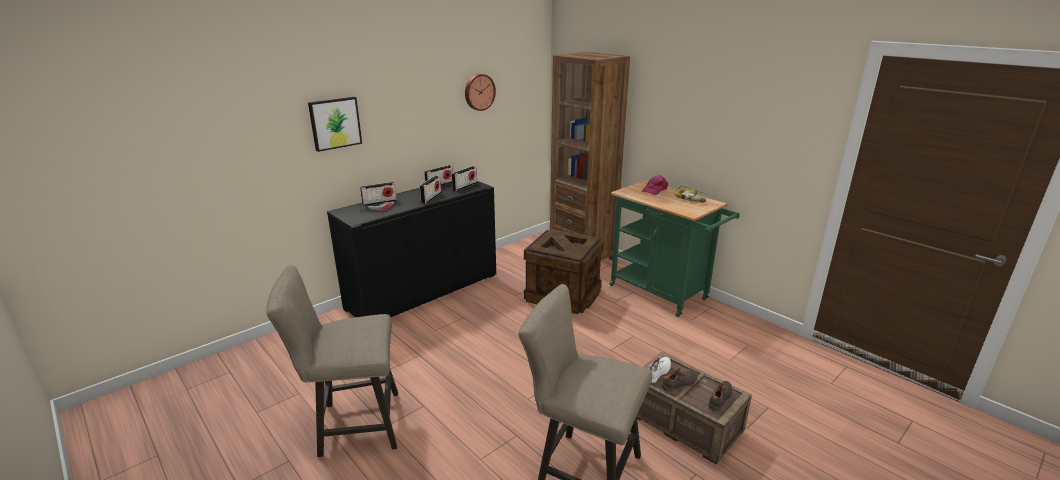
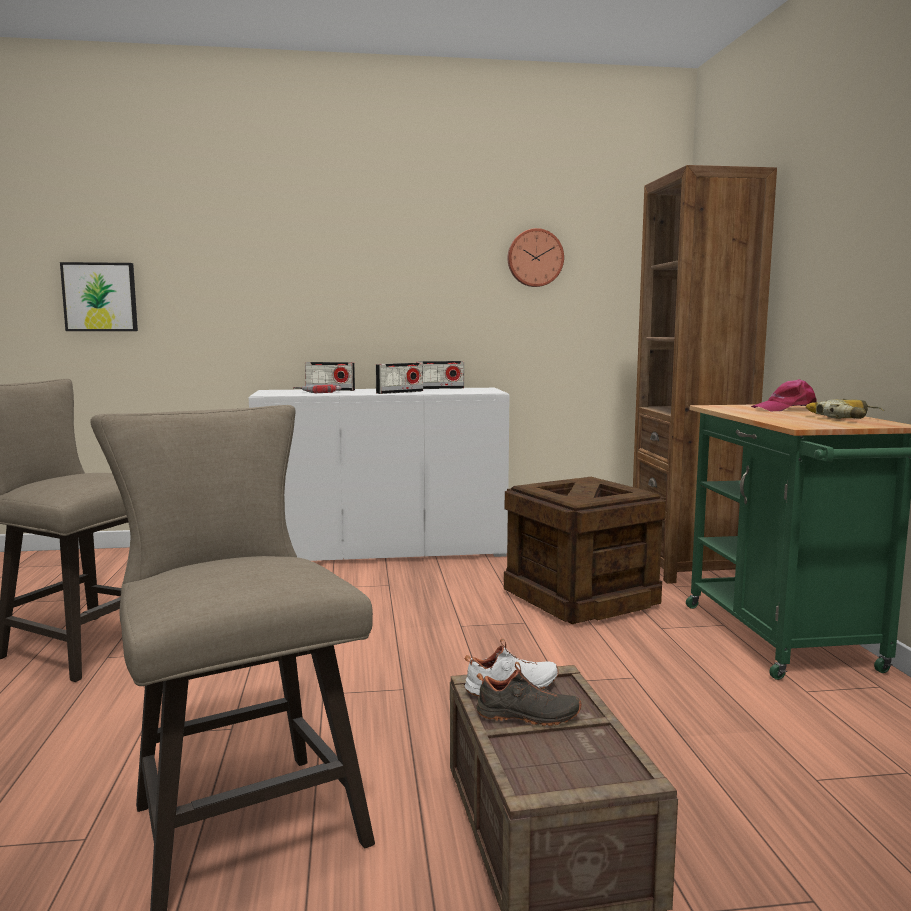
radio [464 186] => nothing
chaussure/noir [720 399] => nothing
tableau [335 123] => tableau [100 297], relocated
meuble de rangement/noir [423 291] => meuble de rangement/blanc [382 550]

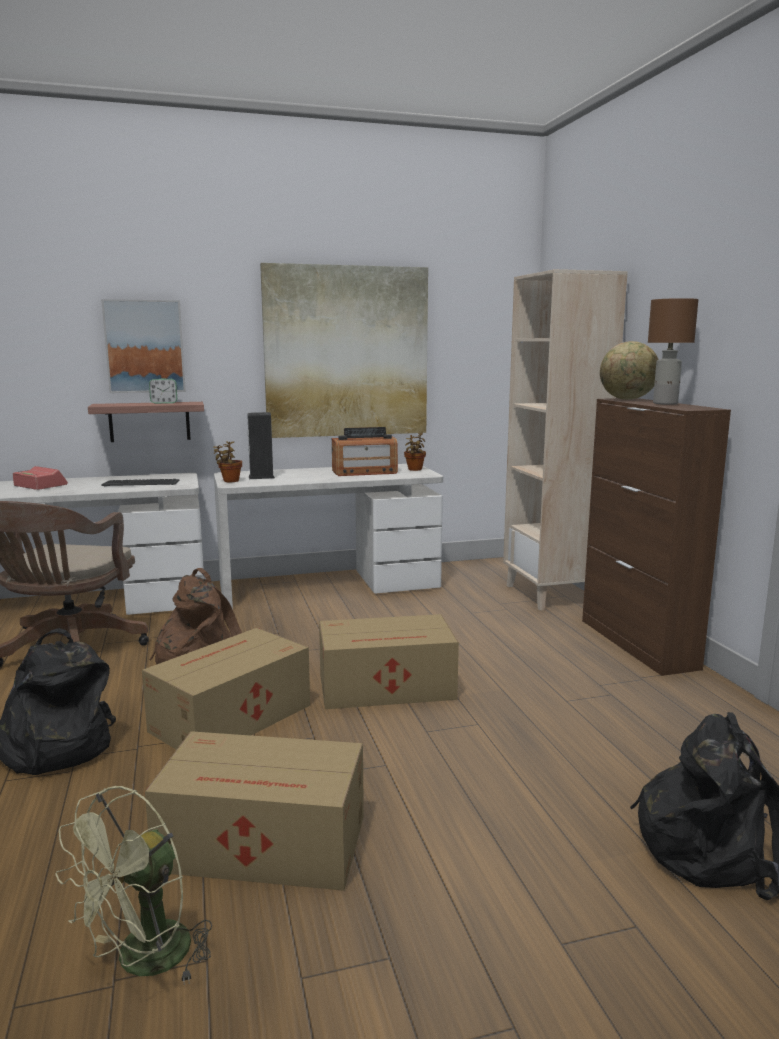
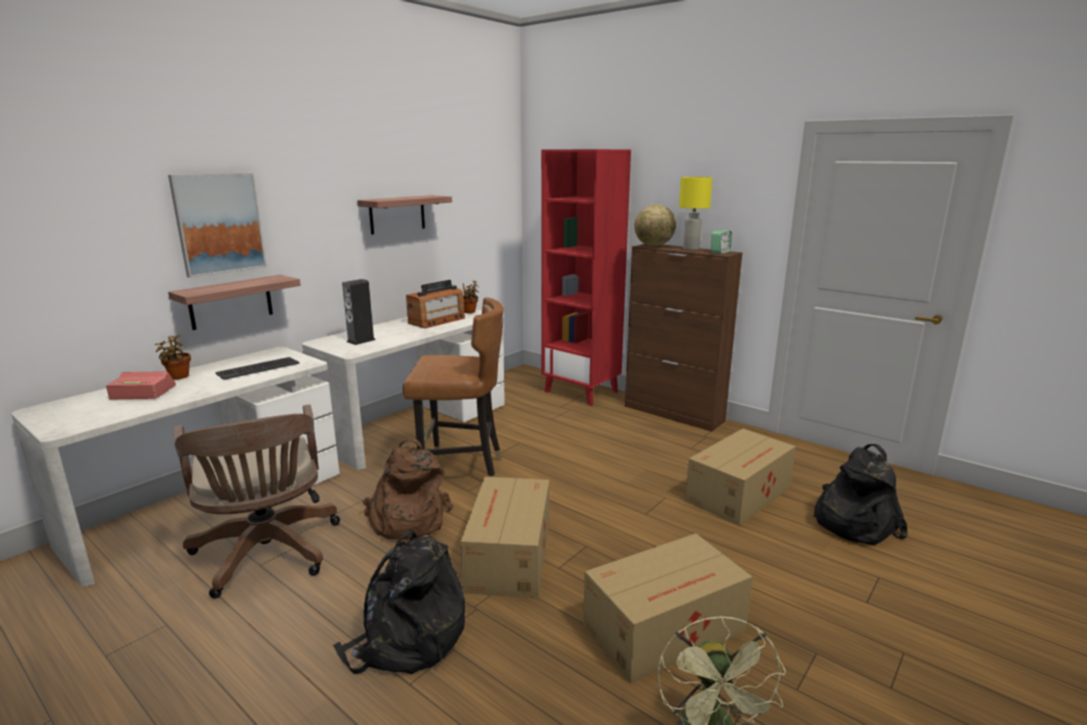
nothing => chaise/marron [460 473]
réveil [164 403] => réveil [720 252], relocated
plante en pot [229 481] => plante en pot [178 377], relocated
carton [388 687] => carton [740 494], relocated
tableau [346 352] => étagère [397 214]
bibliothèque/beige [552 594] => bibliothèque/rouge [582 391]
lampe de table/marron [666 403] => lampe de table/jaune [691 249]

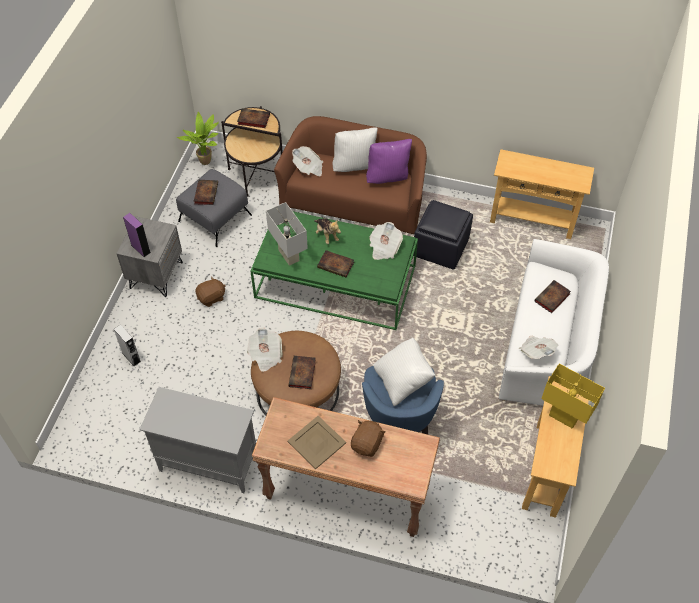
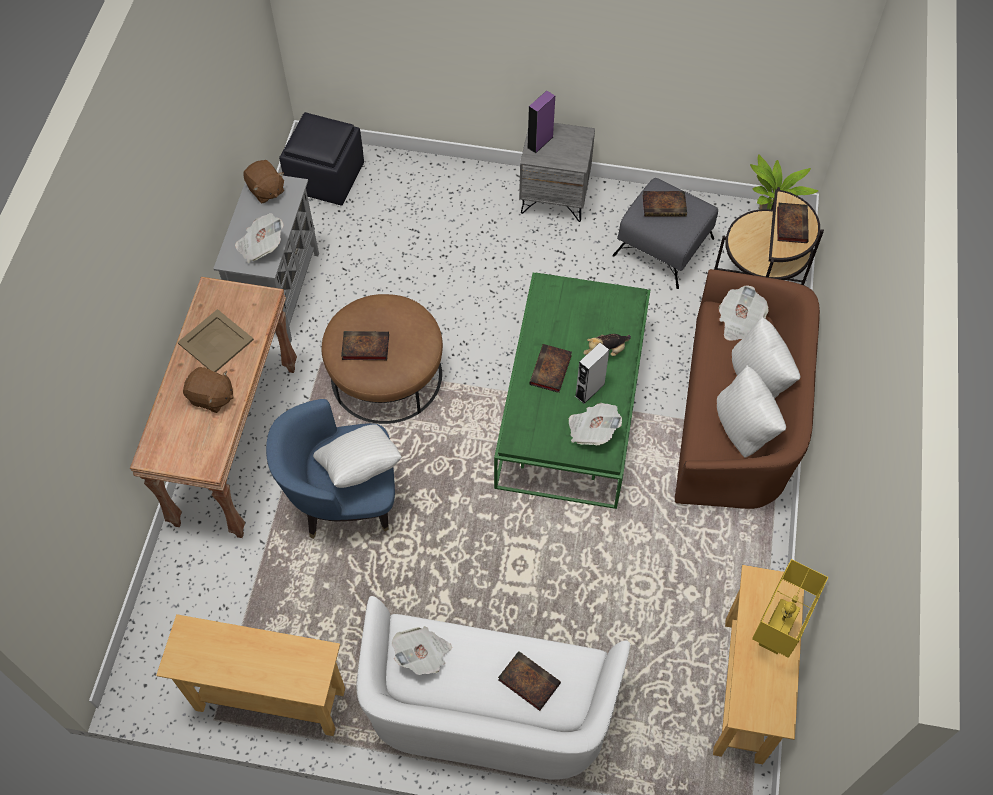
lampe de table/blanc [288 255] => nothing
enceinte/gris [131 357] => enceinte/gris [589 390], relocated
peluche/marron [211 298] => peluche/marron [266 190], relocated
journal [265 355] => journal [261 246], relocated
pouf/noir [440 248] => pouf/noir [325 177], relocated
lampe de table/jaune [563 417] => lampe de table/jaune [775 633], relocated
coussin/violet [388 177] => coussin/blanc [743 430]

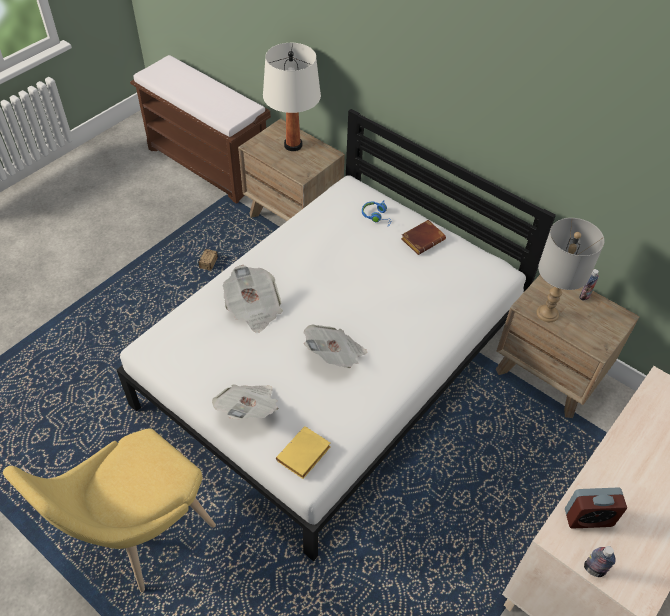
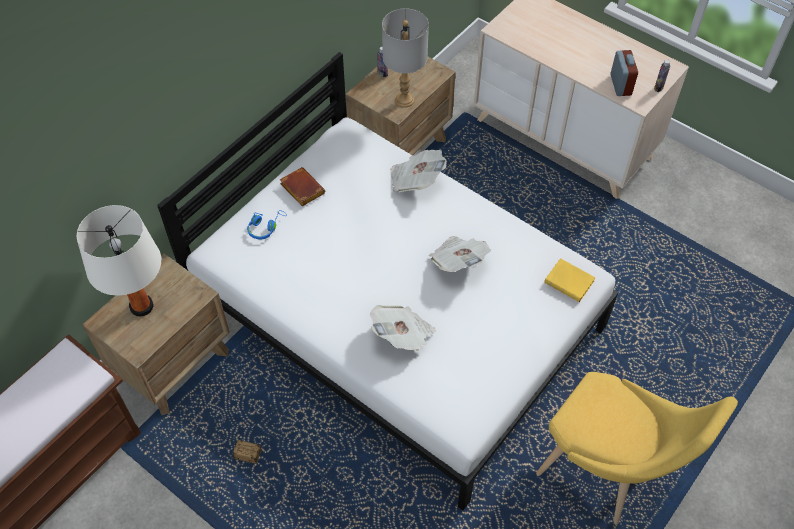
journal [249 409] => journal [415 180], relocated

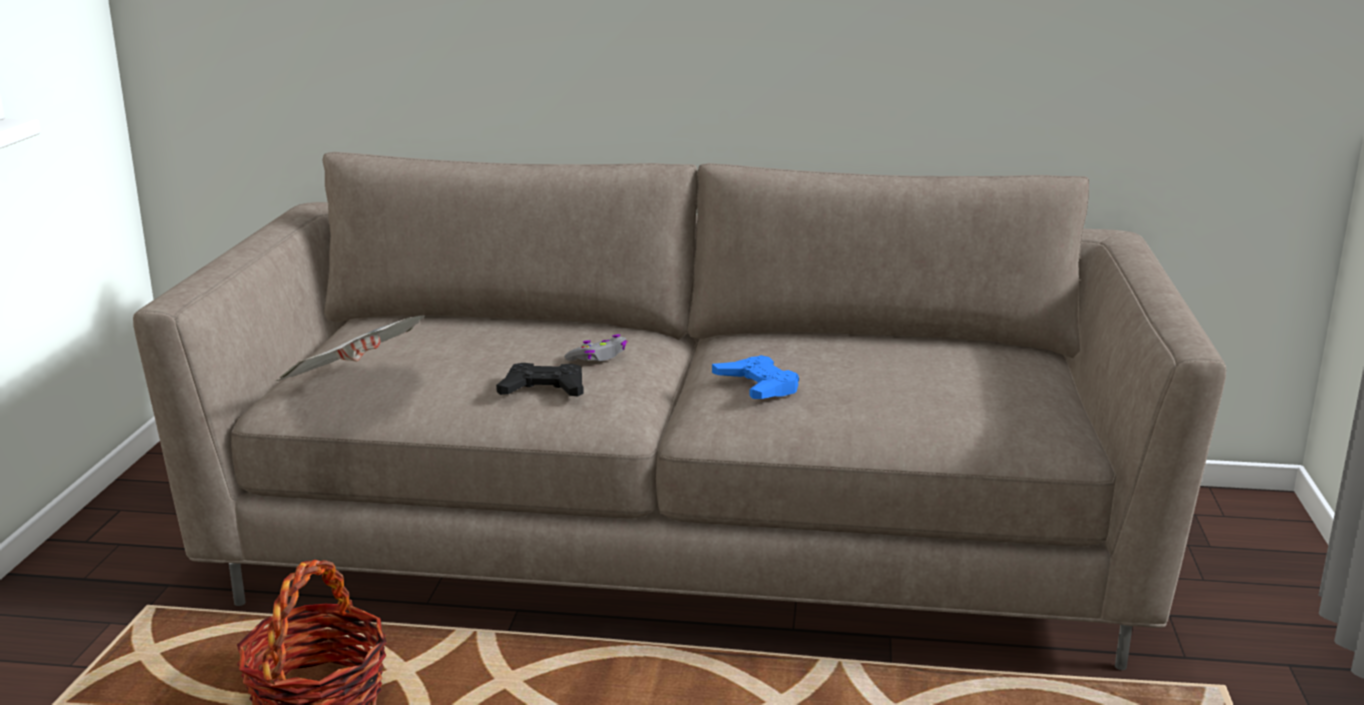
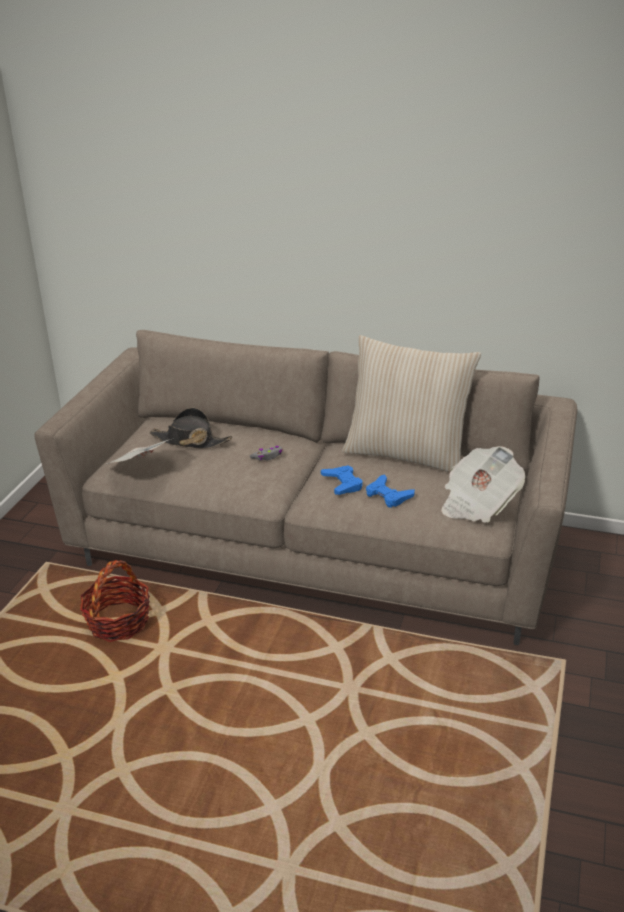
manette/noir [543 390] => nothing
nothing => chapeau/noir [190 441]
nothing => coussin/beige [407 454]
nothing => manette/bleu [388 495]
nothing => journal [478 503]

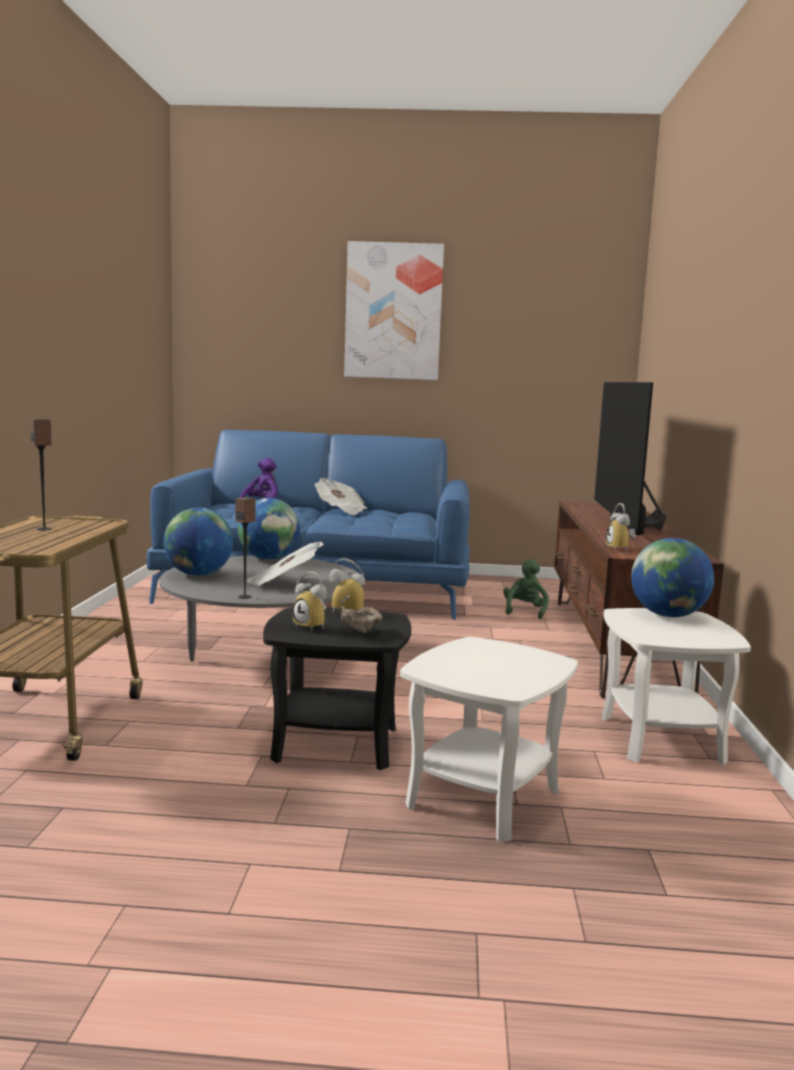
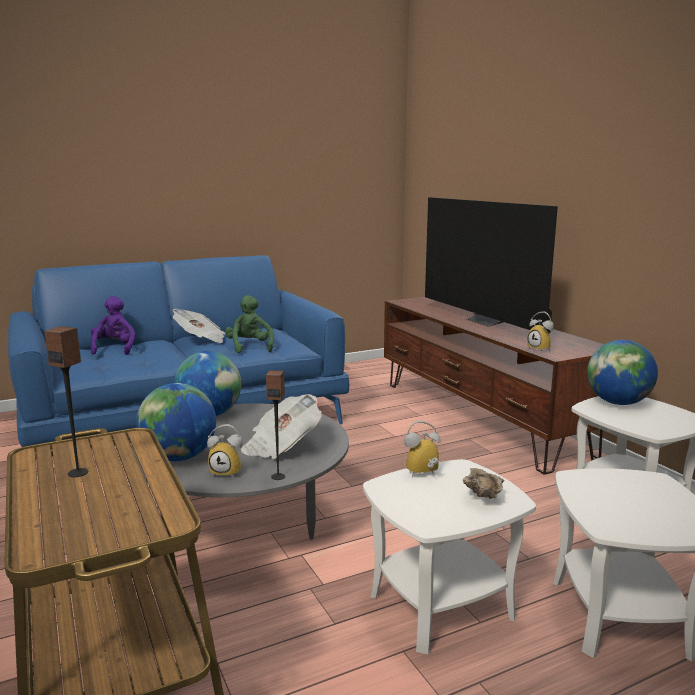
tableau [393 311] => nothing
réveil [313 626] => réveil [228 472], relocated
peluche/vert [525 611] => peluche/vert [250 347], relocated
table d'appoint/noir [335 744] => table d'appoint/blanc [441 606]

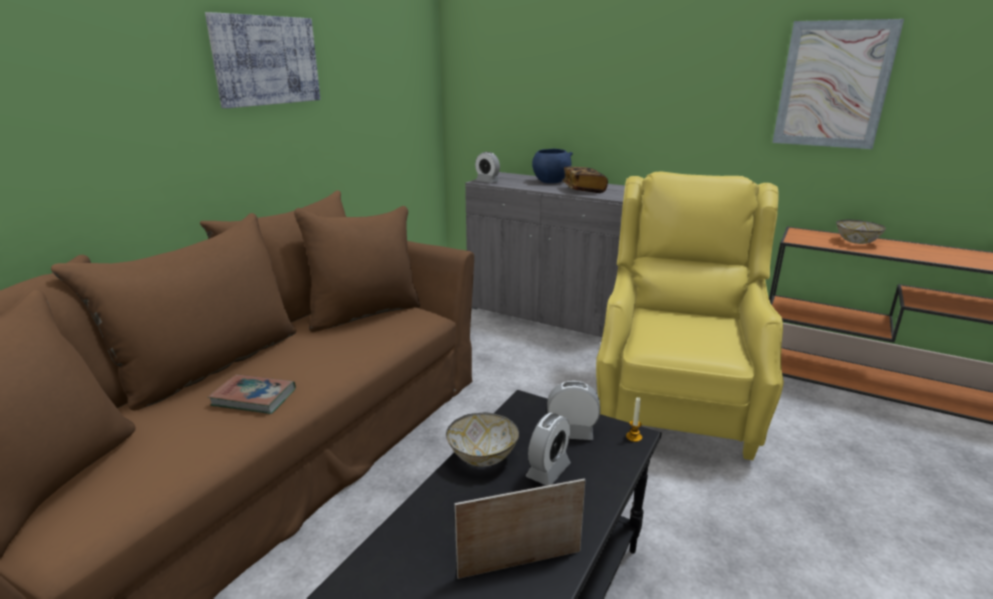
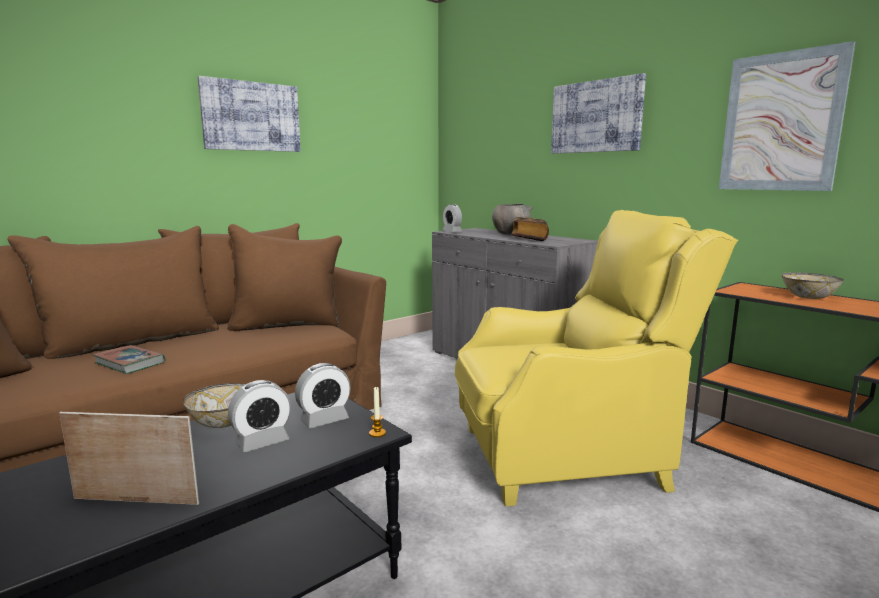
nothing => tableau [596 116]
bol/bleu [551 181] => bol/gris [510 233]
réveil [571 432] => réveil [324 420], 120 degrees clockwise
fauteuil/jaune [674 402] => fauteuil/jaune [566 456], 45 degrees clockwise

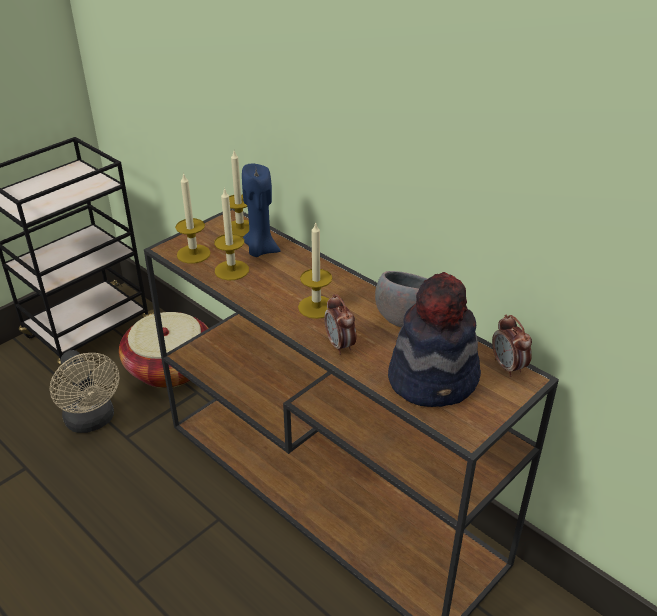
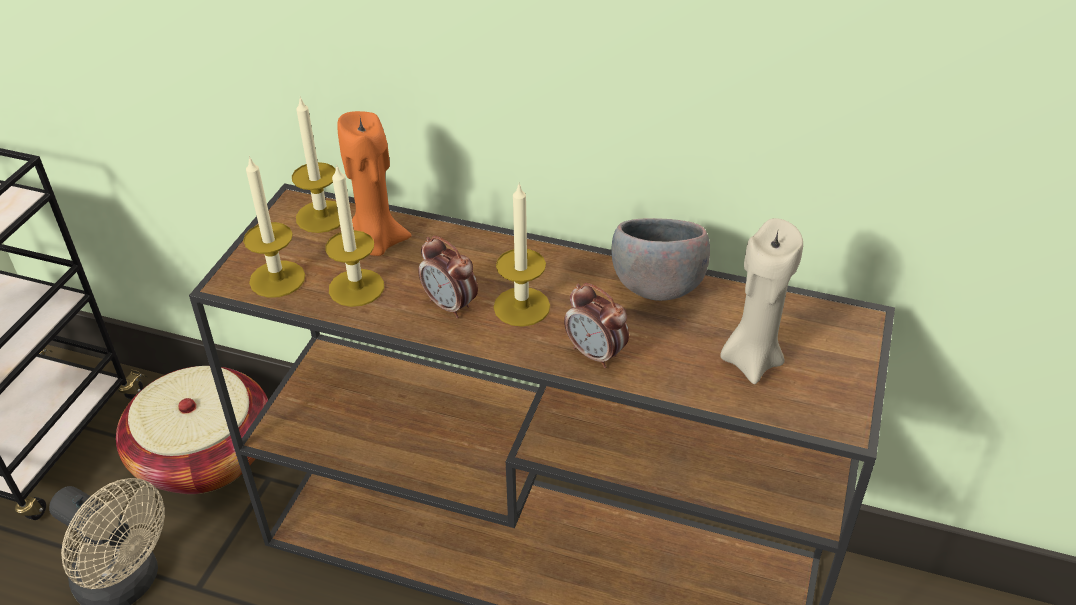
réveil [508 367] => réveil [450 306], relocated
chapeau [434 378] => bougie/beige [751 360]
bougie/bleu [260 250] => bougie/orange [376 242]

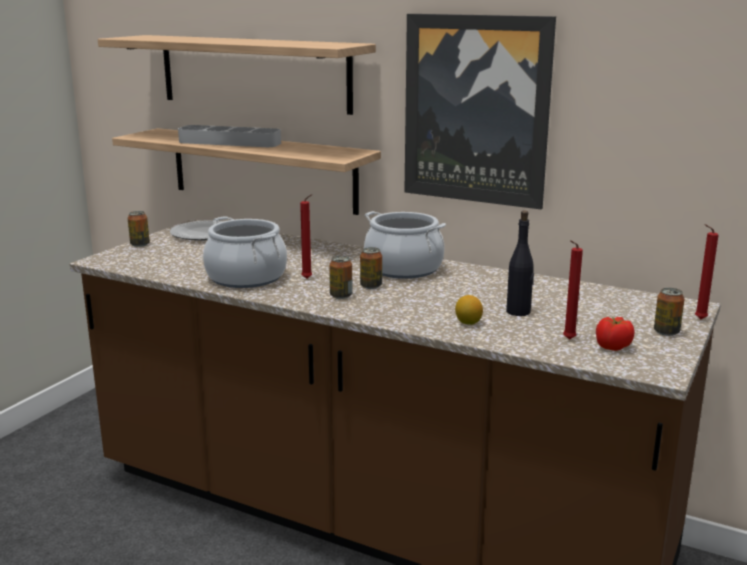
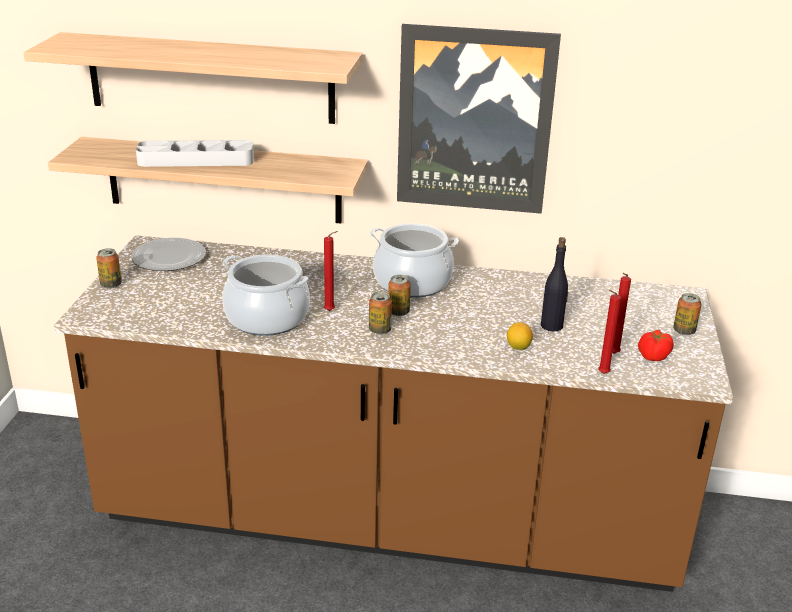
bougie/rouge [698 319] => bougie/rouge [602 374], relocated

